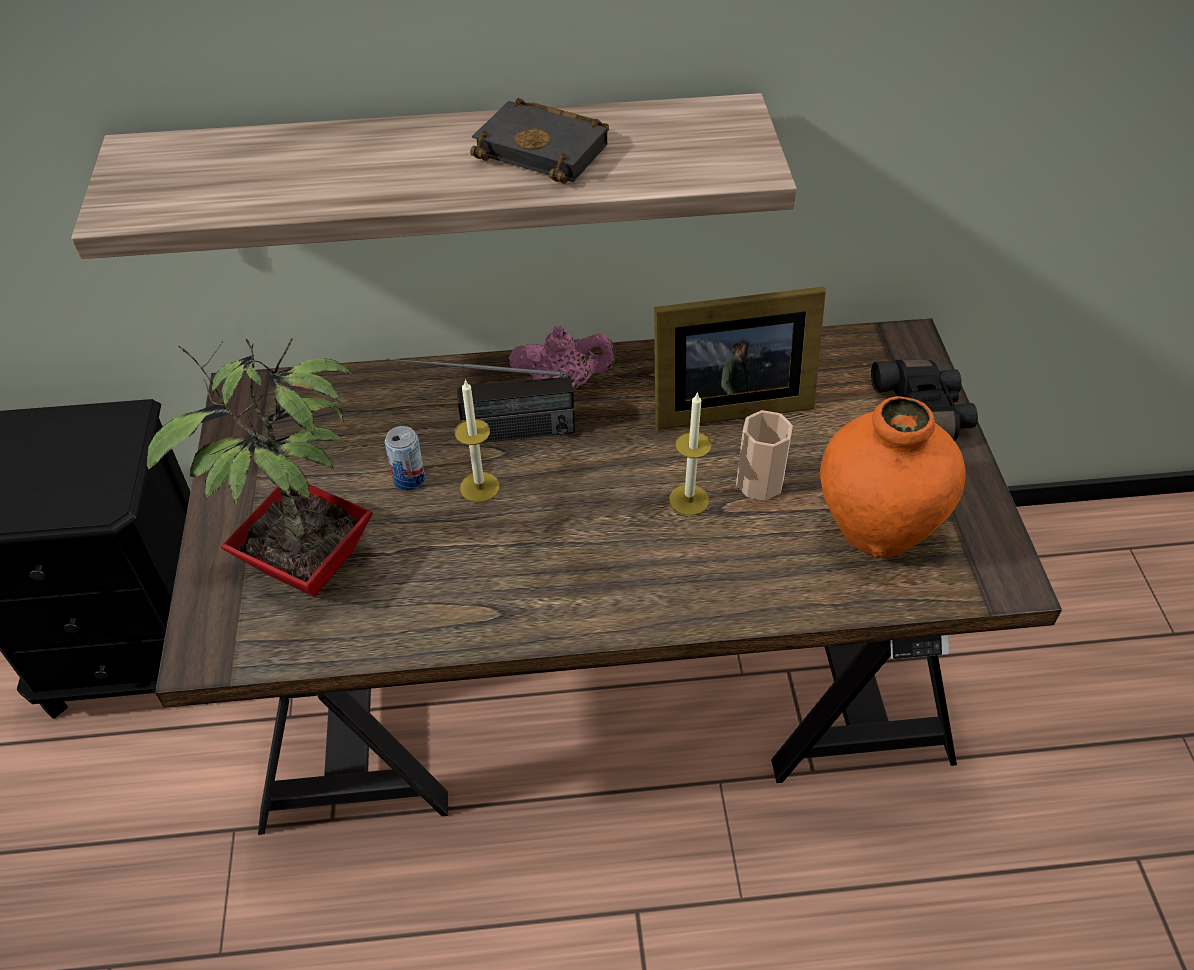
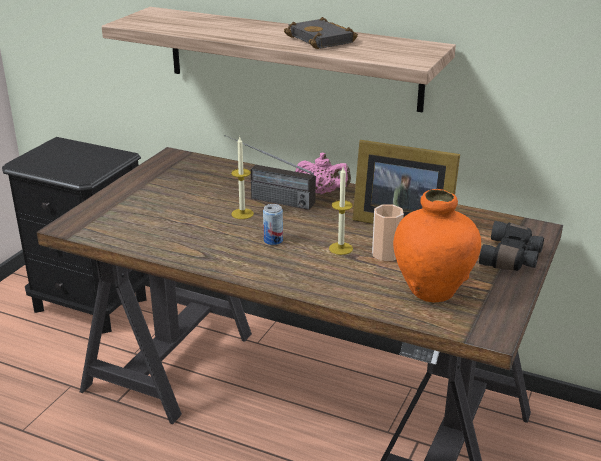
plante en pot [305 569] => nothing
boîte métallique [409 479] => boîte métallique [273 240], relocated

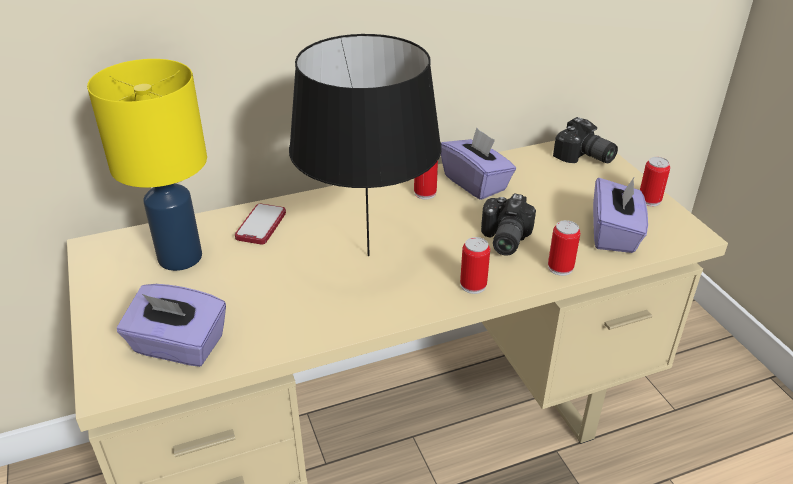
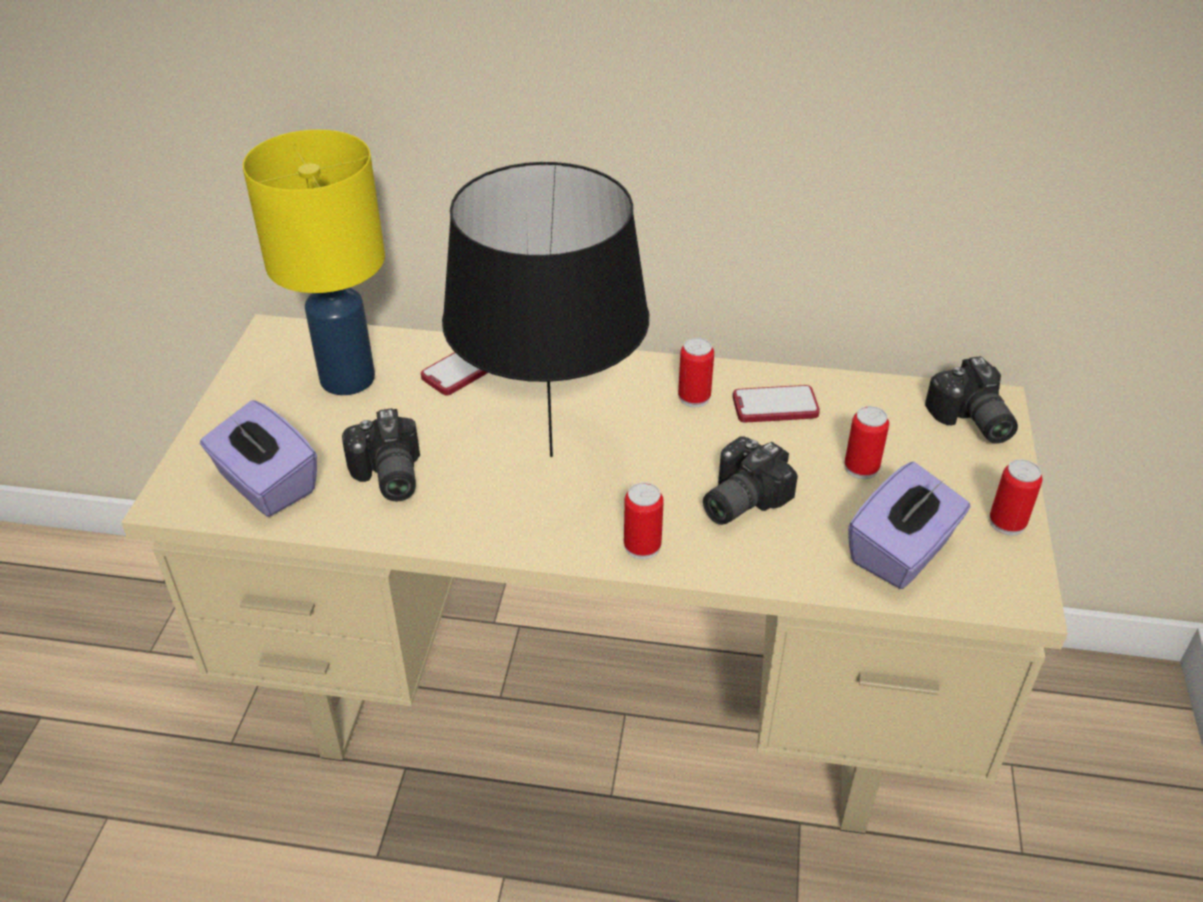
nothing => appareil photo [386 477]
boîte métallique [560 268] => boîte métallique [861 468], relocated
boîte à mouchoirs/violet [476 183] => téléphone [775 406]

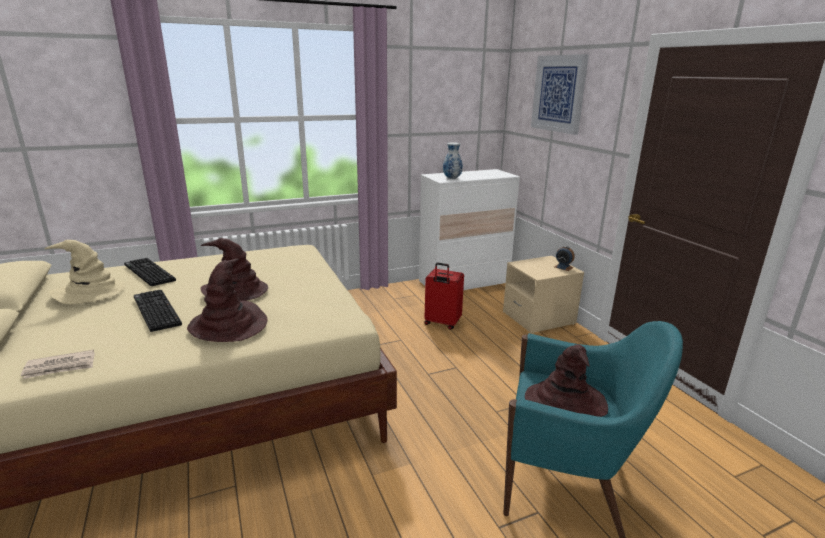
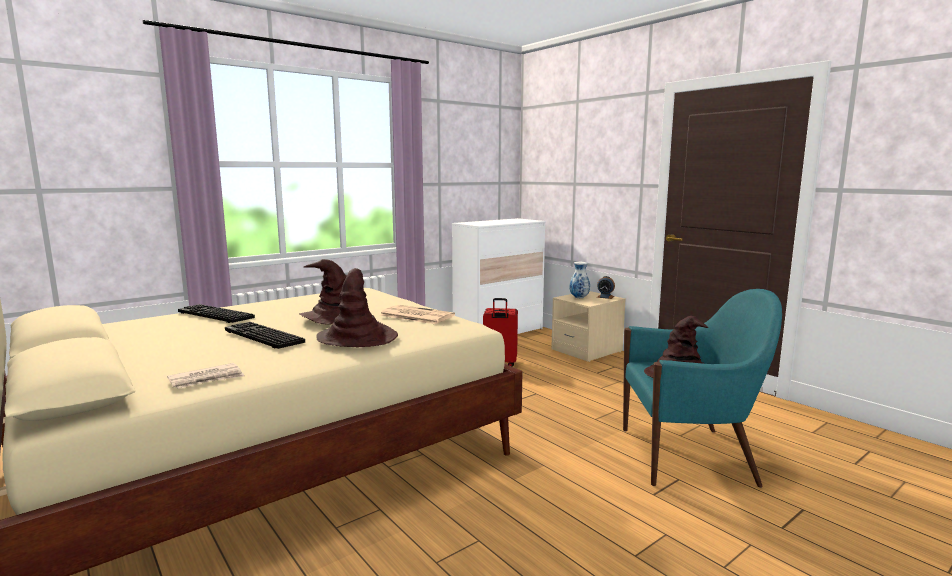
chapeau/beige [89 292] => nothing
tableau [558 93] => nothing
nothing => journal [415 315]
vase [451 178] => vase [578 297], relocated

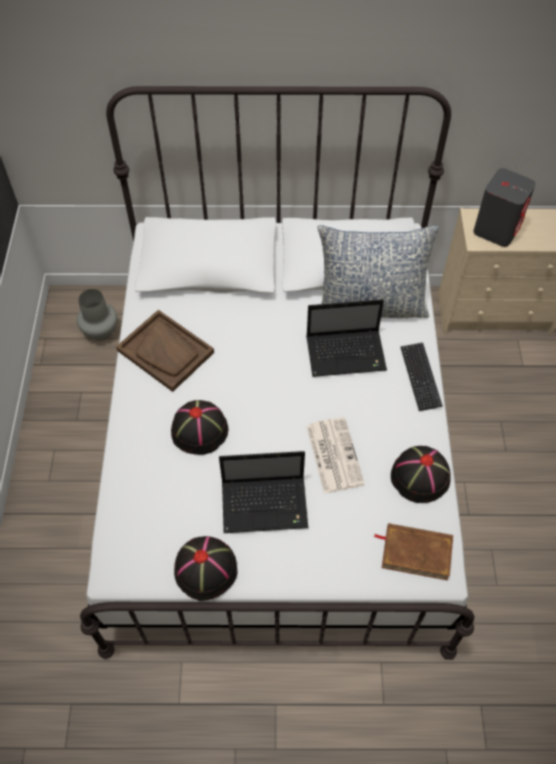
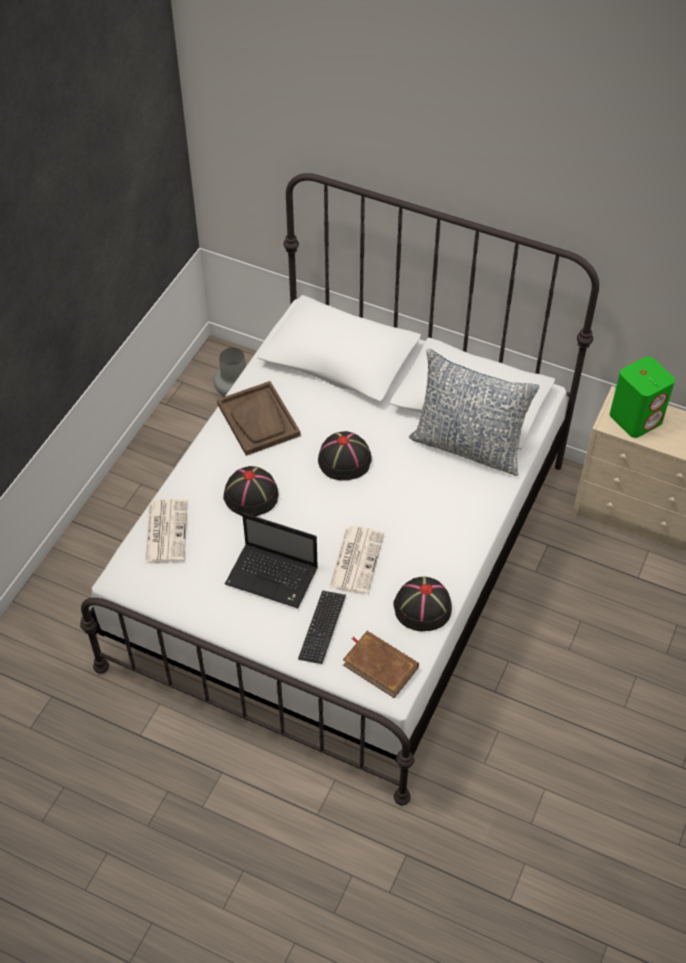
ordinateur portable [347 353] => nothing
nothing => journal [166 531]
chapeau/noir [206 569] => chapeau/noir [345 460], relocated
clavier [420 377] => clavier [322 628], relocated
enceinte/gris [496 229] => enceinte/vert [636 418]

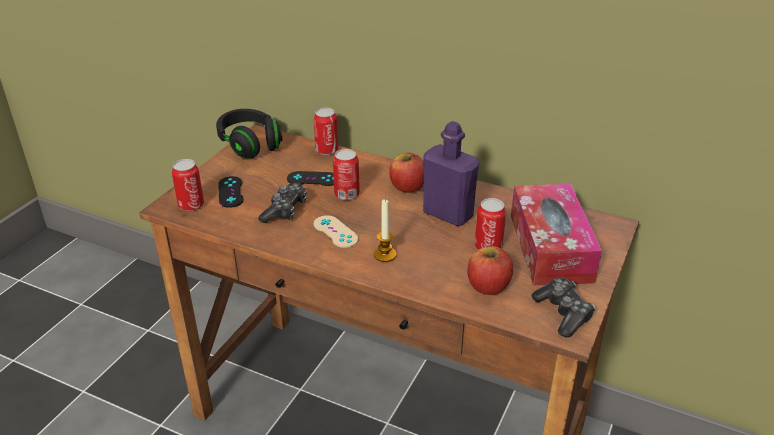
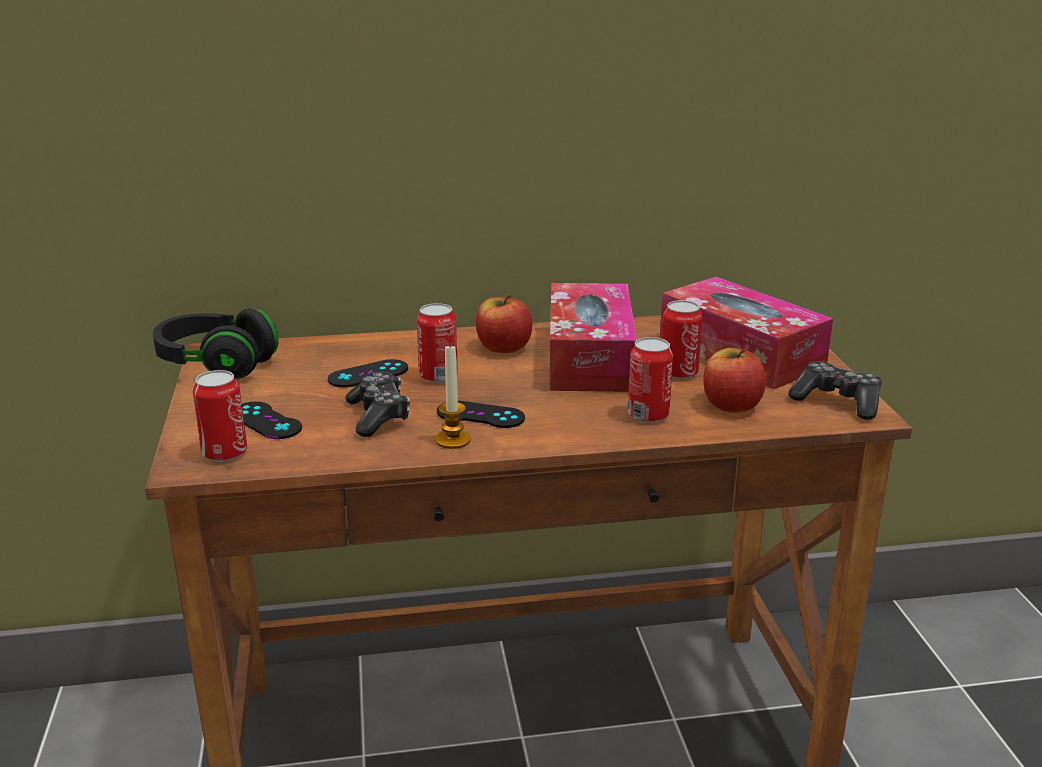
boîte métallique [326 150] => boîte métallique [648 415], relocated
bougie [385 255] => bougie [453 440], relocated
bouteille/violet [448 214] => boîte à mouchoirs [589 358]
manette/beige [335 232] => manette/noir [480 415]

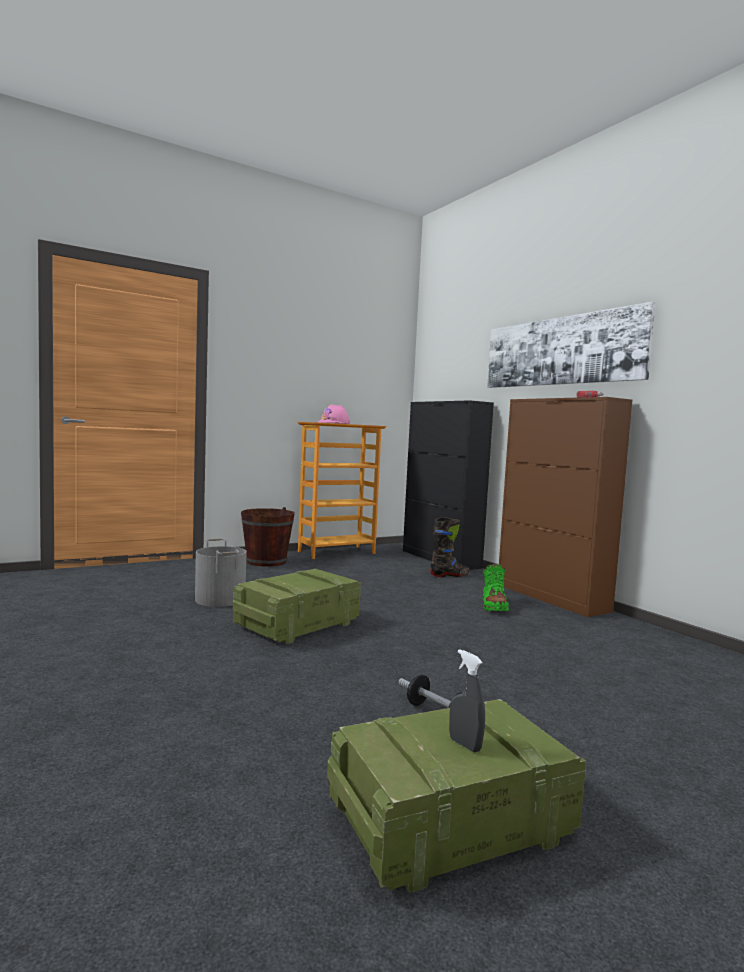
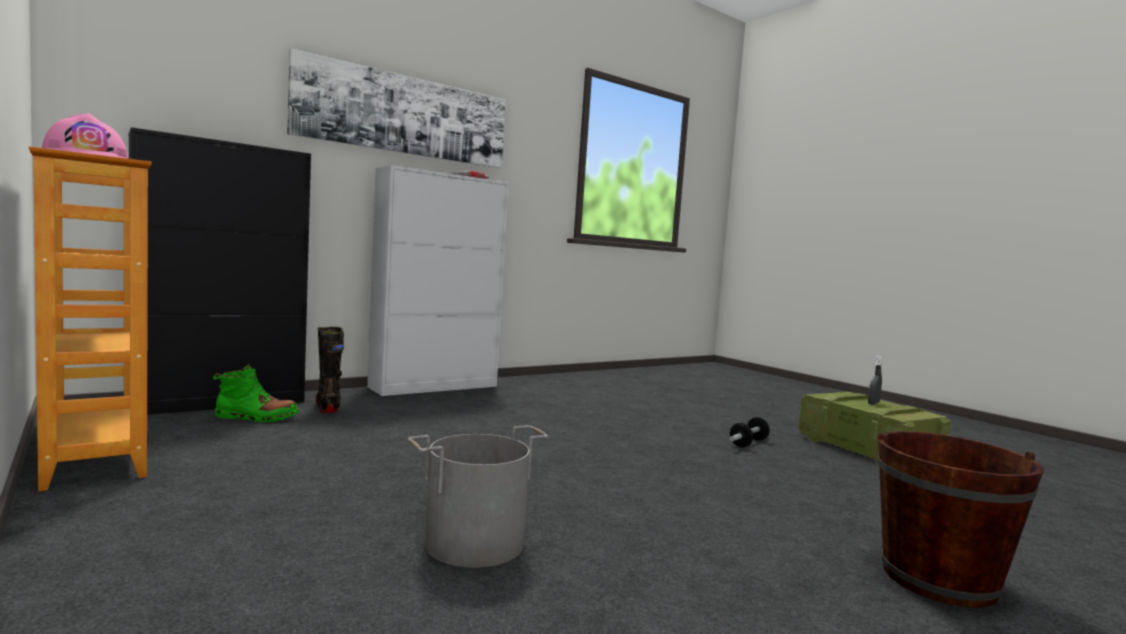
caisse [296 625] => nothing
seau/marron [266 562] => seau/marron [938 579], relocated
botte/vert [494 606] => botte/vert [256 418], relocated
meuble de rangement/marron [551 598] => meuble de rangement/blanc [435 387]

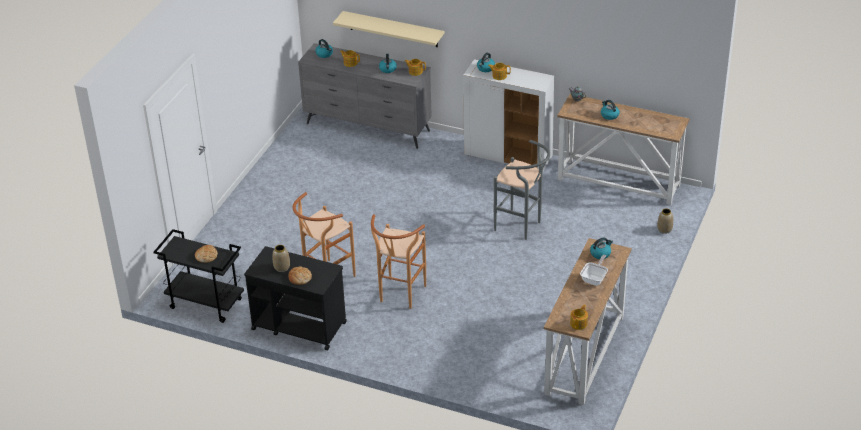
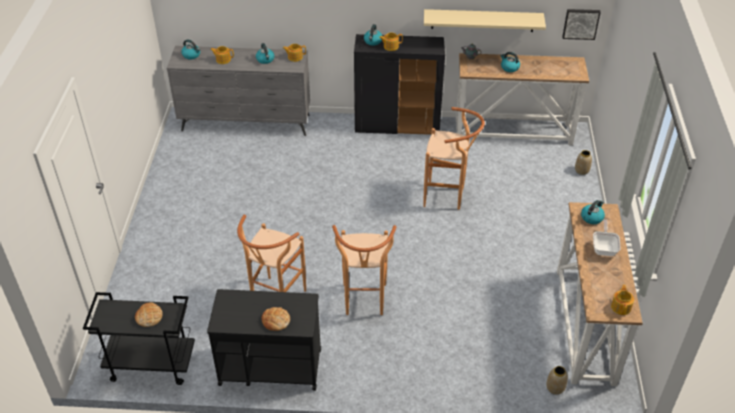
nothing => tableau [581 23]
vase [281 267] => vase [555 388], relocated
étagère/beige [393 29] => étagère/beige [482 20], relocated
meuble de rangement/blanc [508 156] => meuble de rangement/noir [397 126]
tabouret/gris [522 227] => tabouret/marron [448 197]

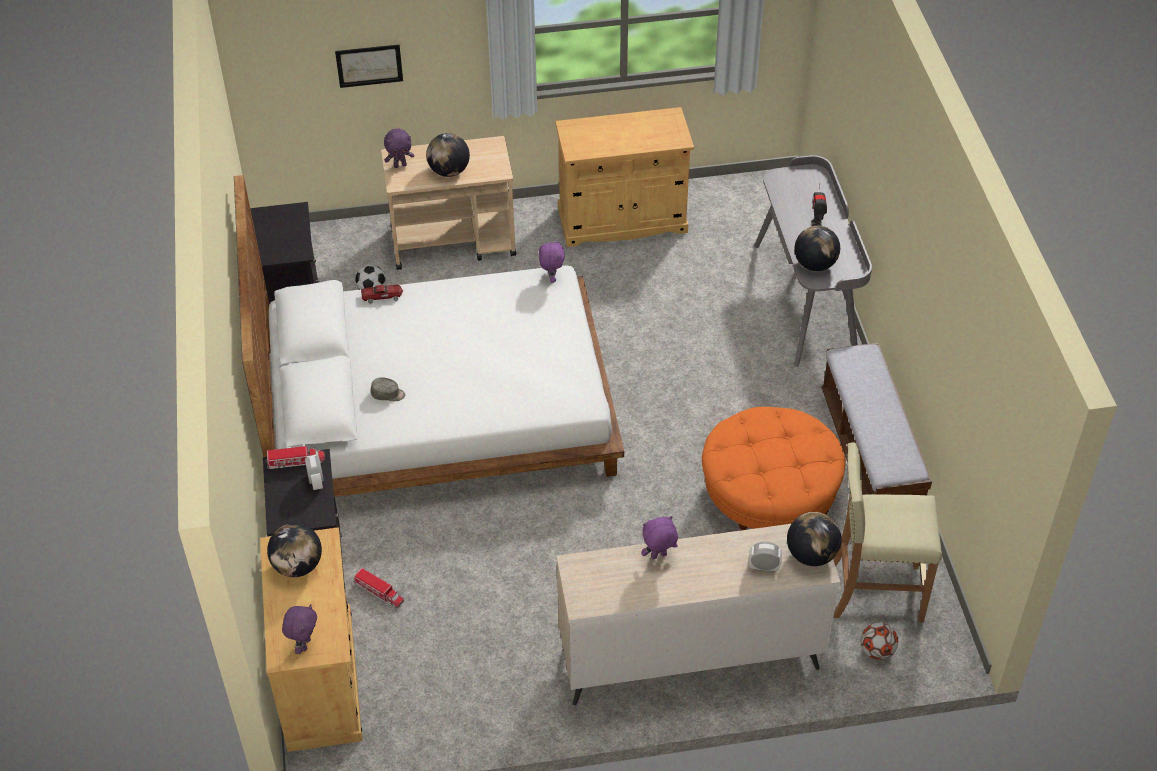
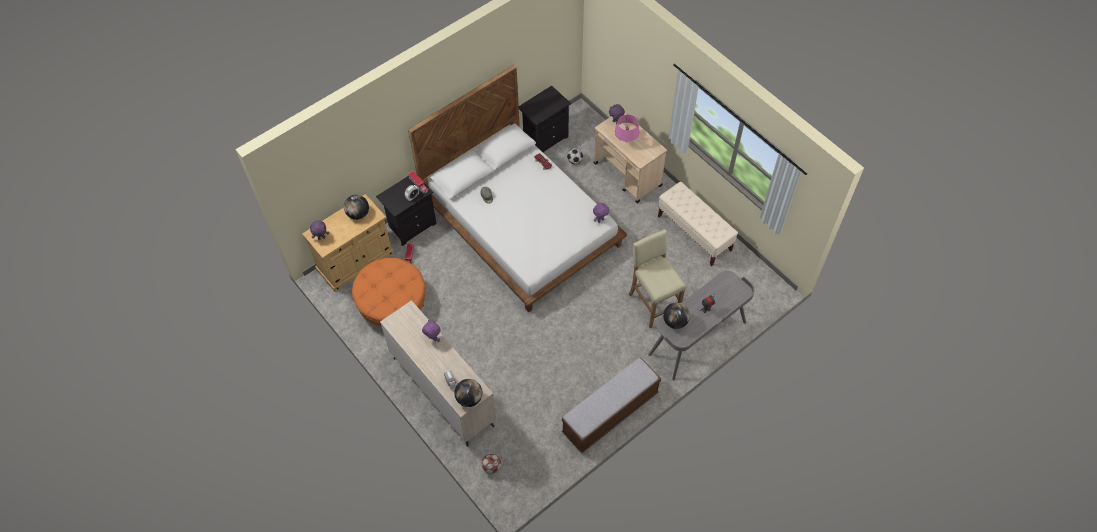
tableau [369 65] => nothing
pouf/orange [769 496] => pouf/orange [392 304], relocated
tabouret/beige [874 591] => tabouret/beige [653 303], relocated
globe [449 171] => lampe de table/rose [626 142]
meuble de rangement/beige [622 220] => banc/beige [694 233]

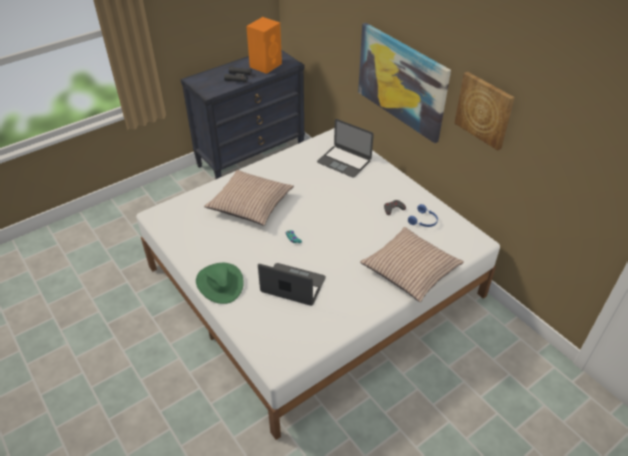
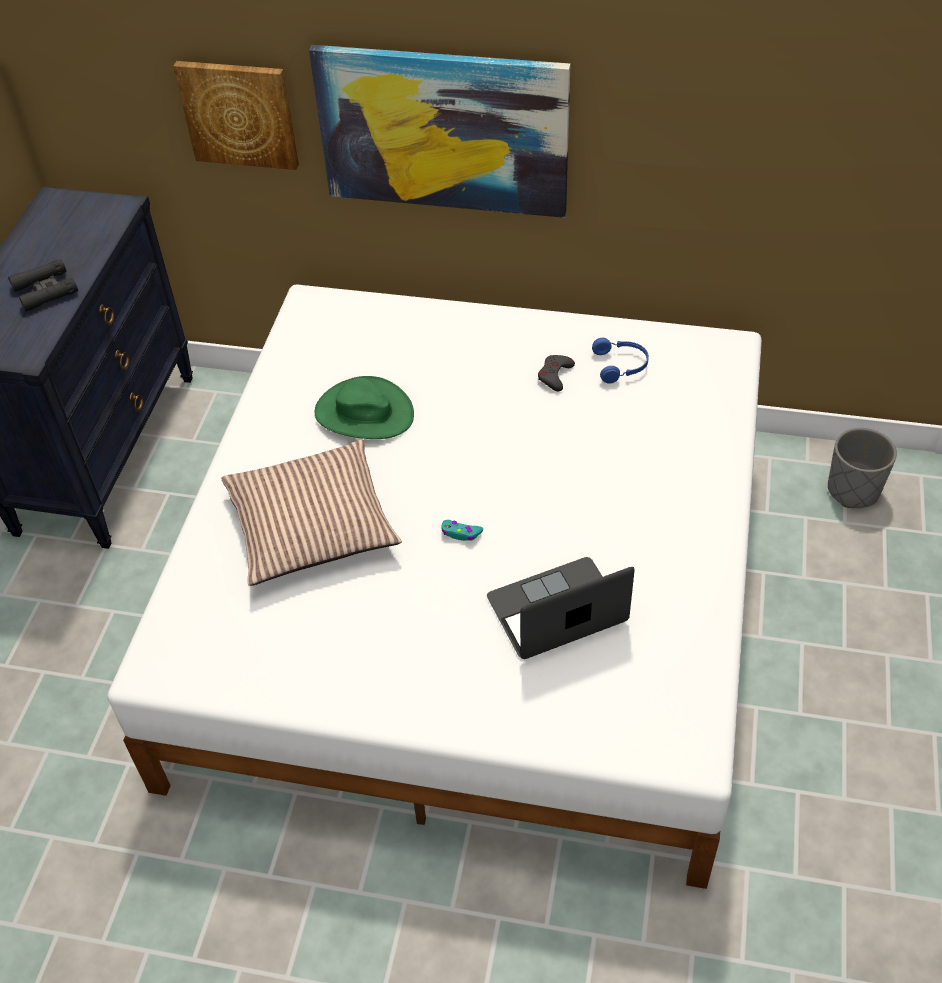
enceinte/orange [266 65] => nothing
ordinateur portable [344 161] => nothing
coussin [410 270] => nothing
nothing => cache-pot/gris [853 490]
chapeau/vert [220 283] => chapeau/vert [364 413], relocated
tableau [484 110] => tableau [239 113], relocated

